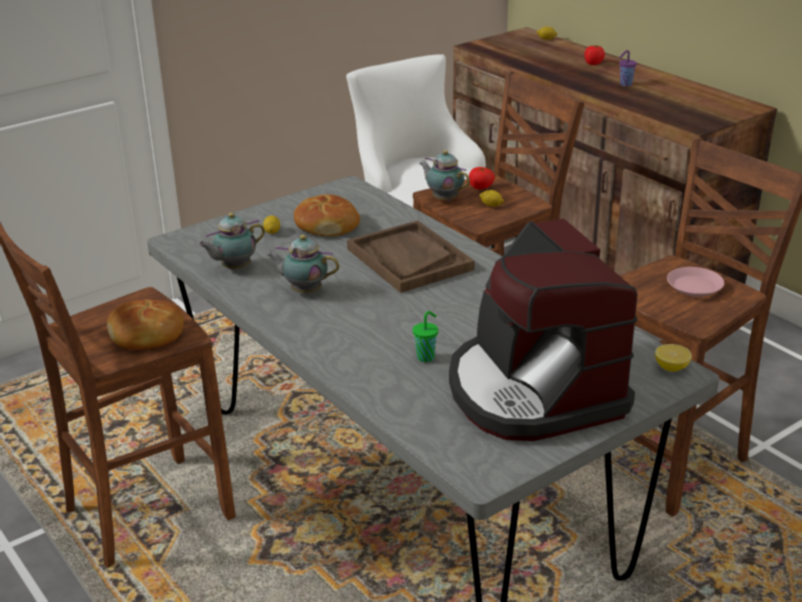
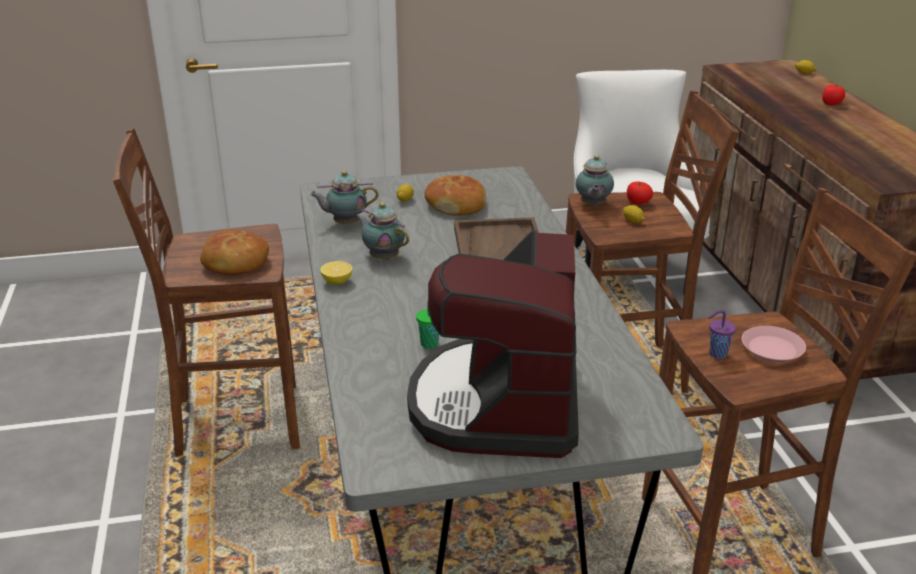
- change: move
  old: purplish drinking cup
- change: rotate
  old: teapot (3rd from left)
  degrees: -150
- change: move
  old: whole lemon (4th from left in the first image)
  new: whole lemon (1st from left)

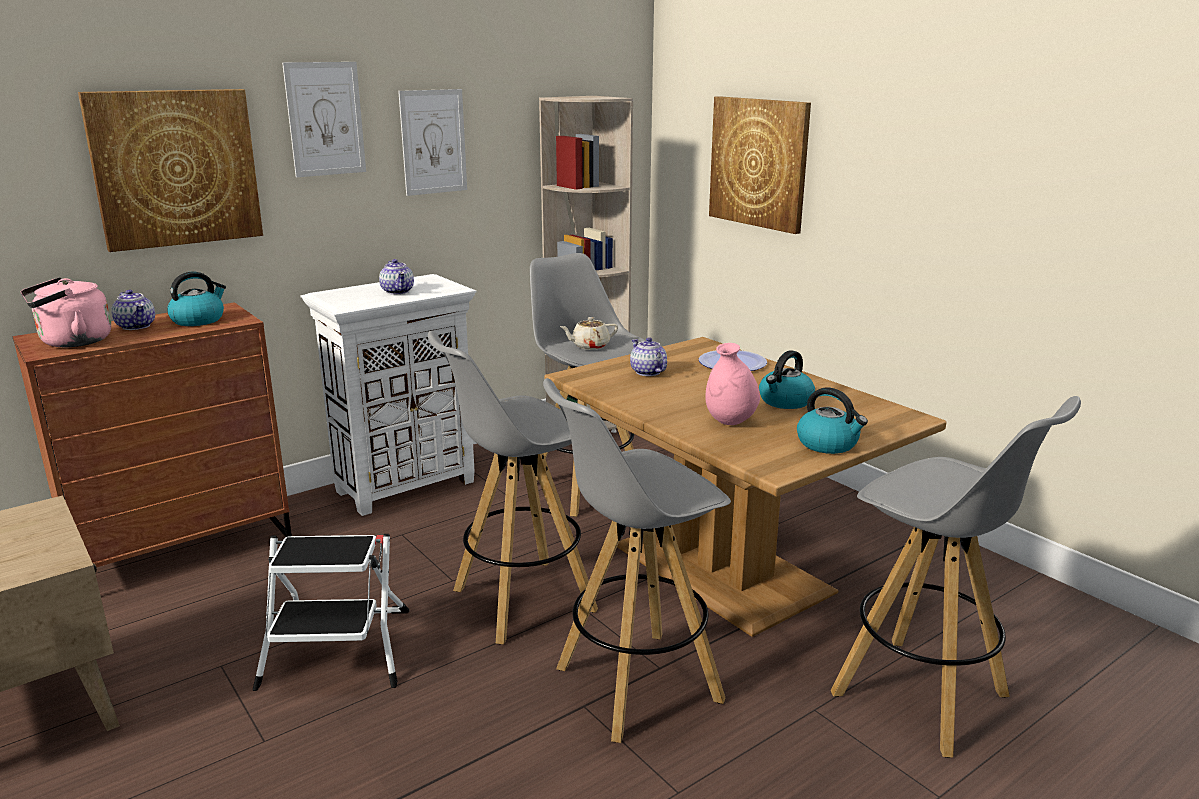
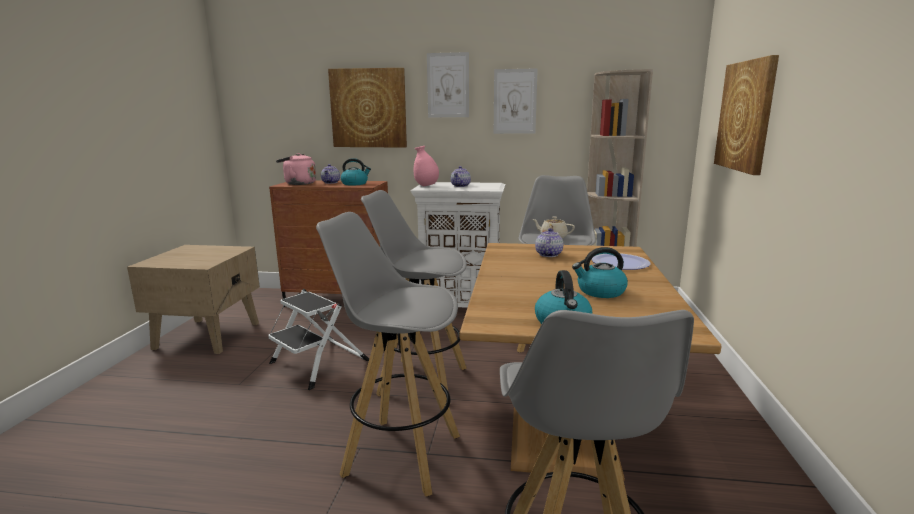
- change: move
  old: pinkish vase

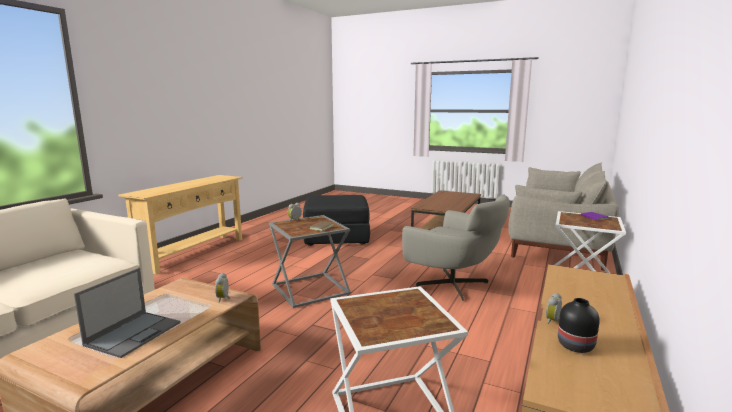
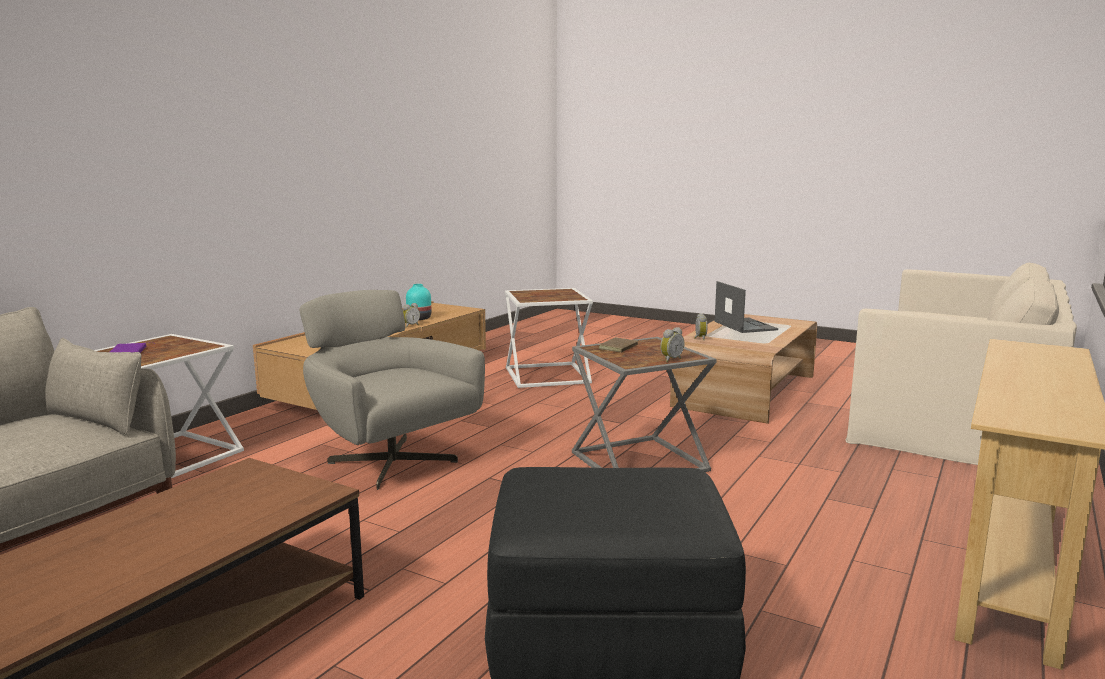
- change: rotate
  old: portable computer
  degrees: 135
- change: recolor
  old: black-coloured vase
  new: turquoise-coloured vase

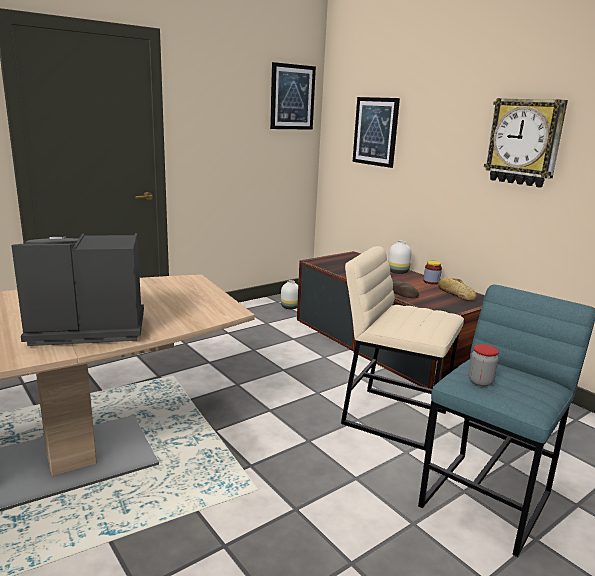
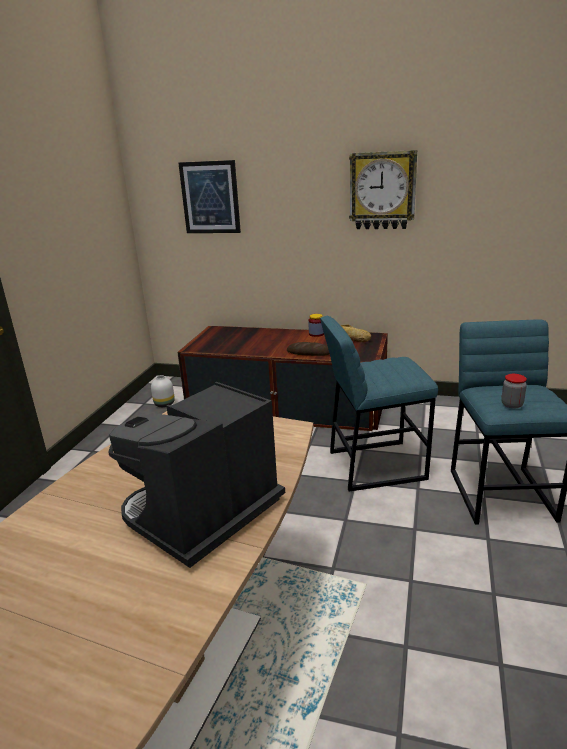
- change: delete
  old: wall picture (1st from left)
- change: delete
  old: whitish vase (2nd from left)
- change: recolor
  old: beige-coloured sitting stool
  new: blue sitting stool (1st from left)

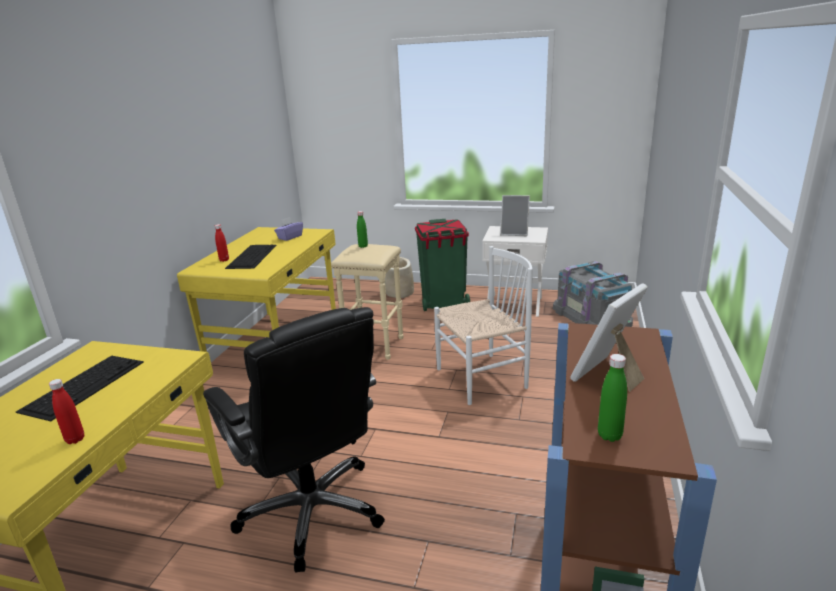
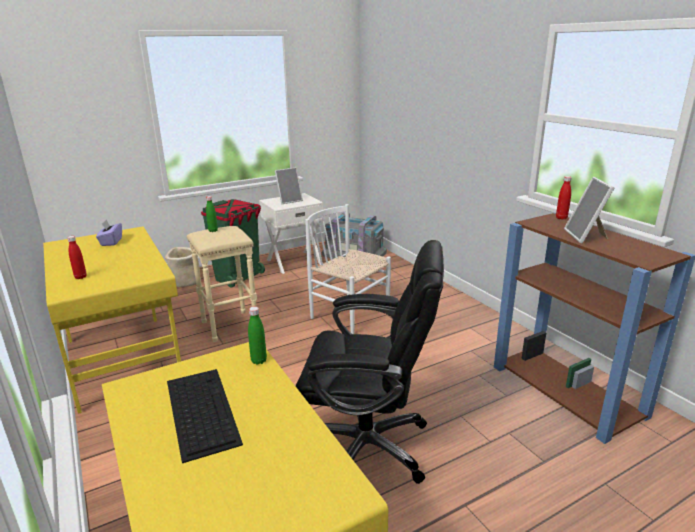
- change: delete
  old: PC keyboard (2nd from left)
- change: rotate
  old: whitish chair
  degrees: -75
- change: move
  old: greenish bottle (2nd from left)
- change: move
  old: reddish bottle (1st from left in the first image)
  new: reddish bottle (2nd from left)

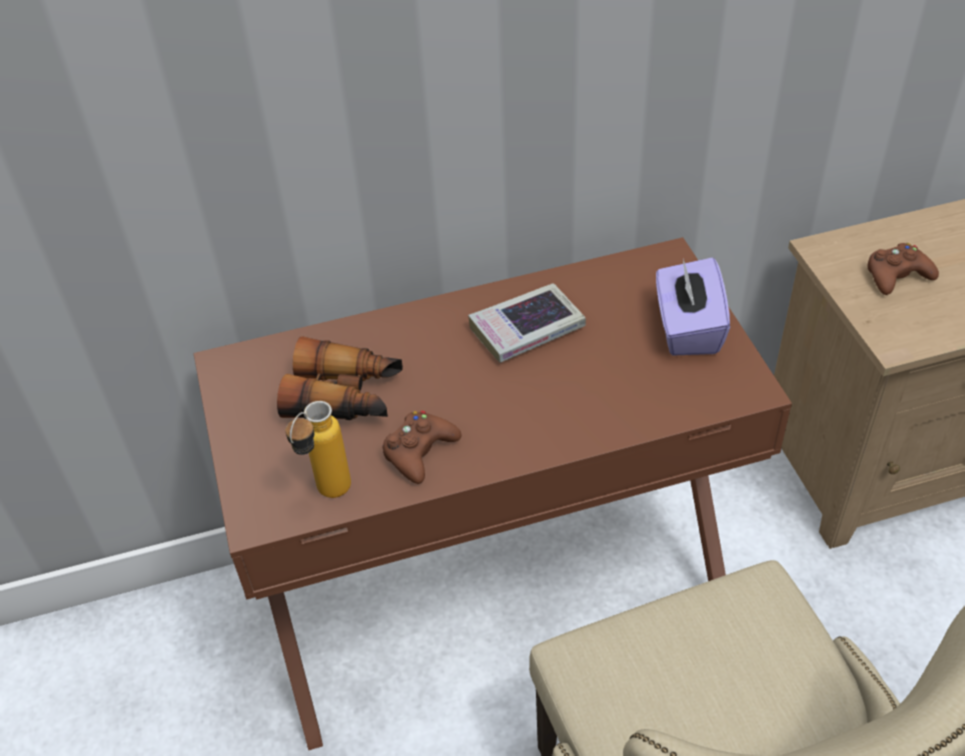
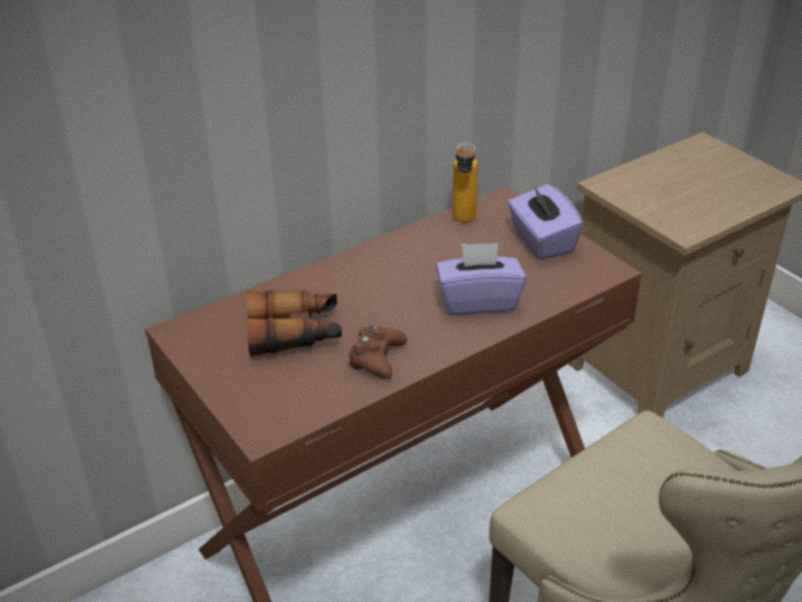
- change: delete
  old: brown joypad (2nd from left)
- change: delete
  old: bound book
- change: move
  old: bottle
- change: insert
  new: purplish tissue box (1st from left)

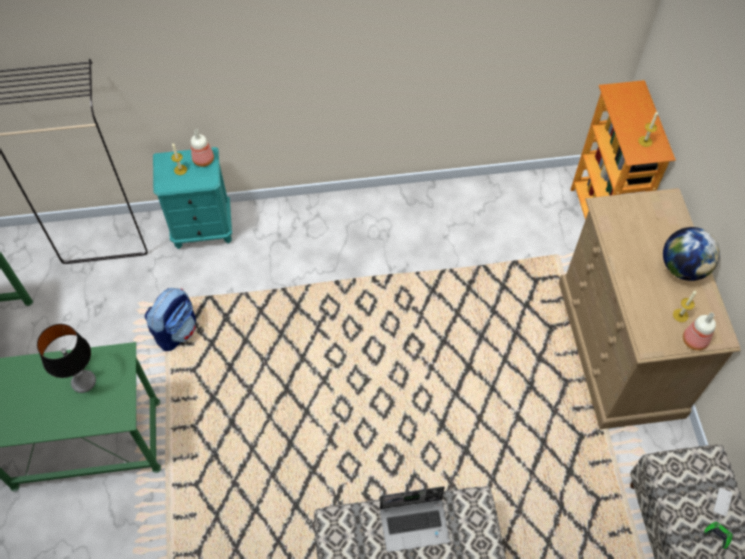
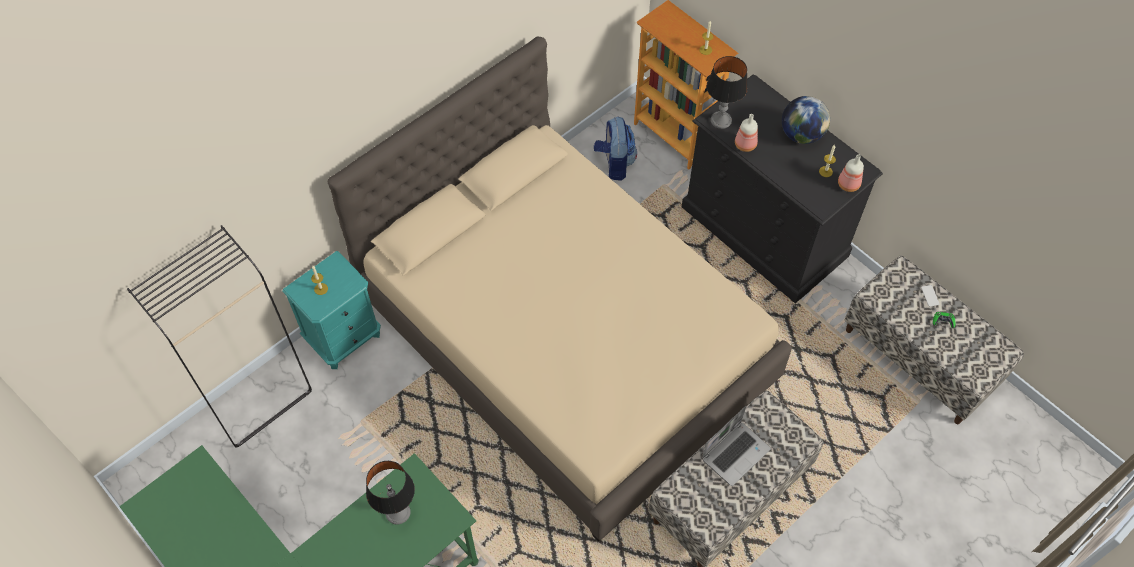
- change: move
  old: bottle (1st from left)
- change: recolor
  old: beige-coloured drawer chest
  new: black-coloured drawer chest
- change: move
  old: knapsack
- change: insert
  new: beige-coloured bed
- change: insert
  new: table lamp (2nd from left)

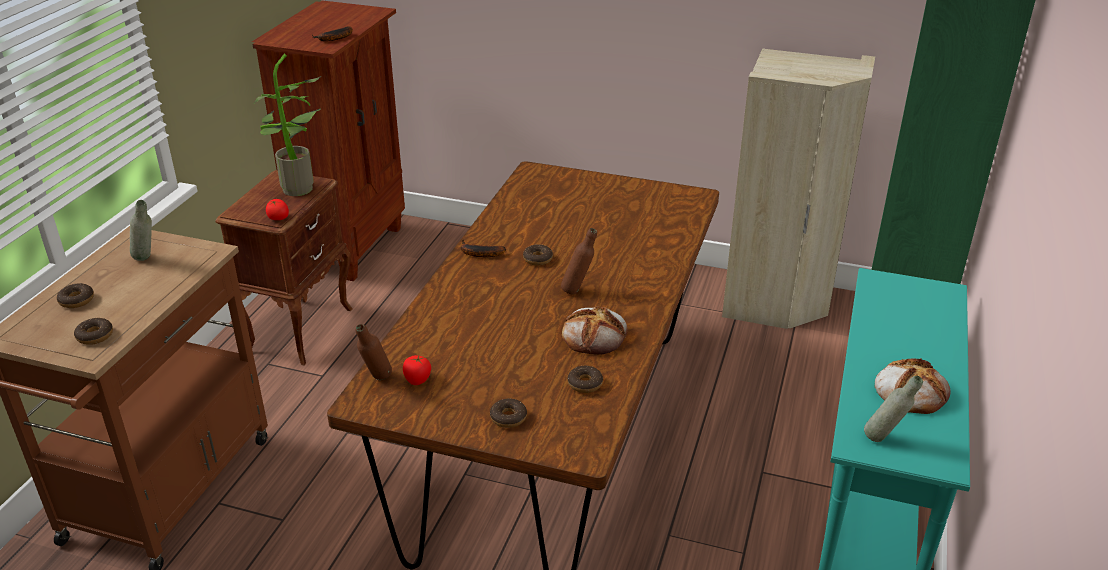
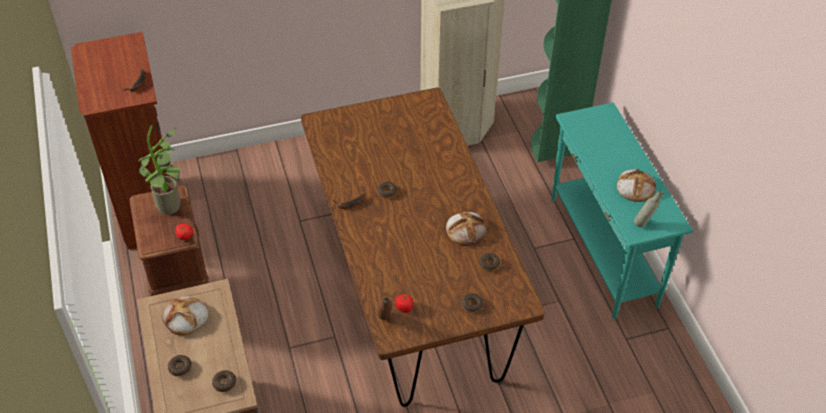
- change: replace
  old: greyish bottle (1st from left)
  new: baked bread (1st from left)
- change: delete
  old: brown bottle (2nd from left)

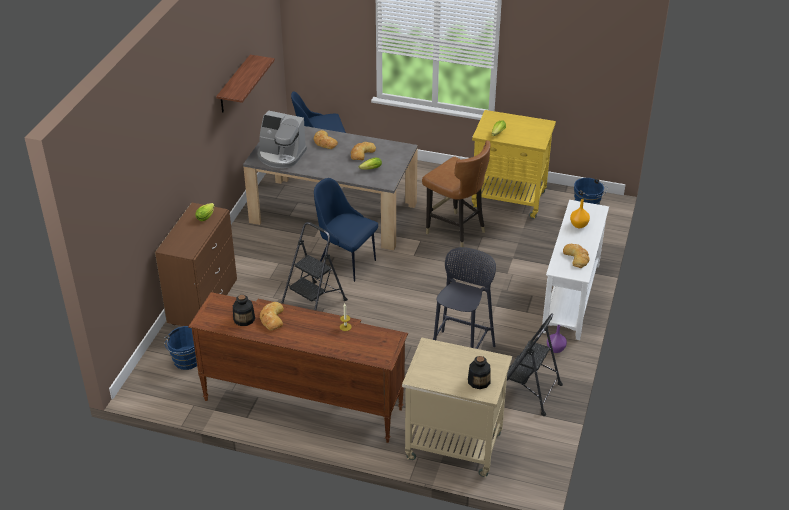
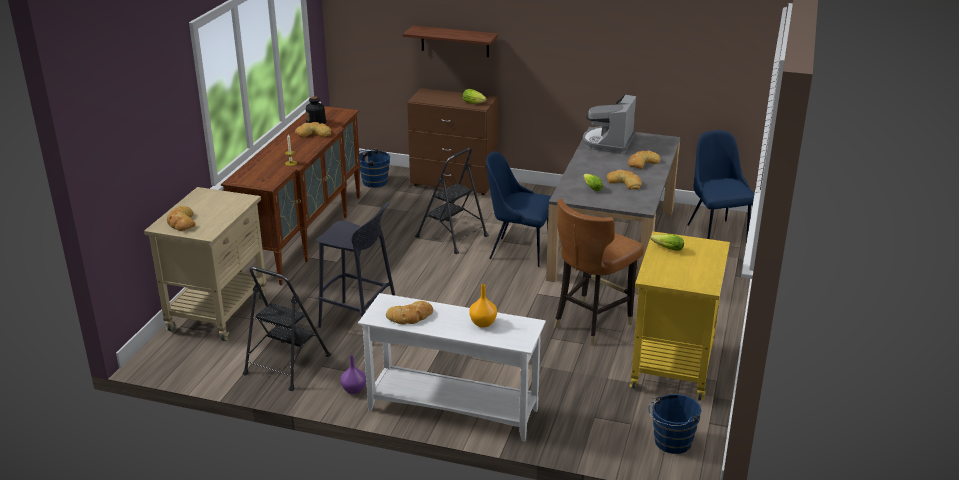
- change: move
  old: wall shelf
- change: rotate
  old: blue chair (2nd from left in the first image)
  degrees: -105
- change: replace
  old: bottle (2nd from left)
  new: baked bread (1st from left)

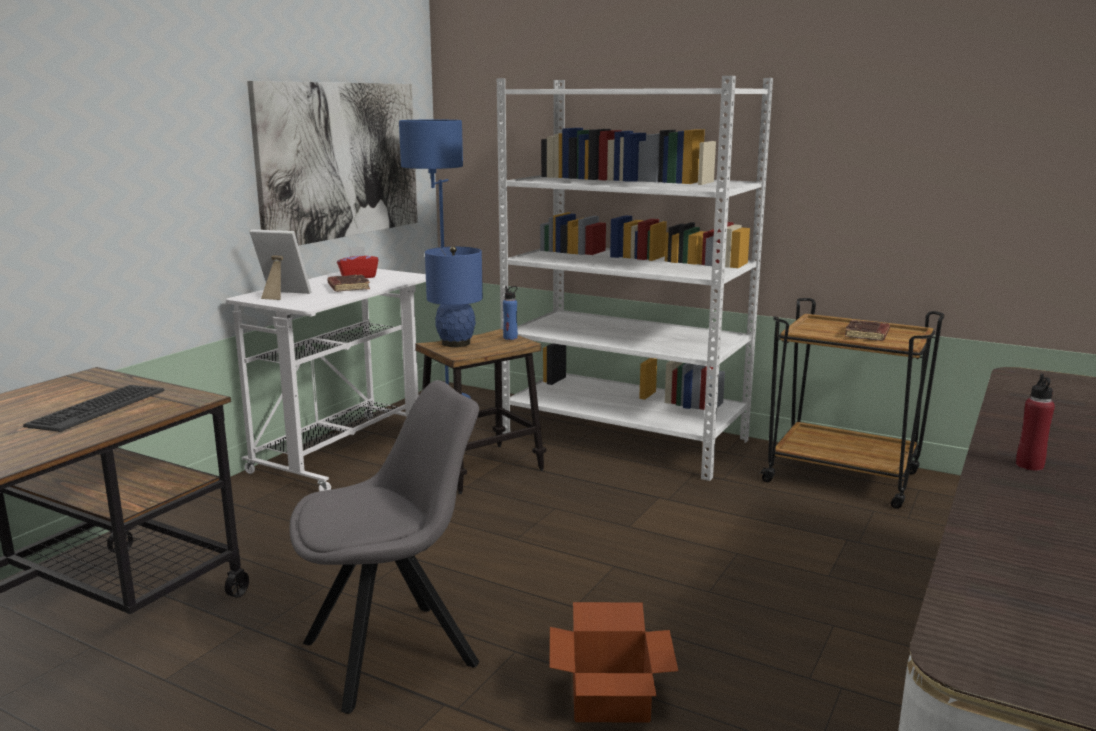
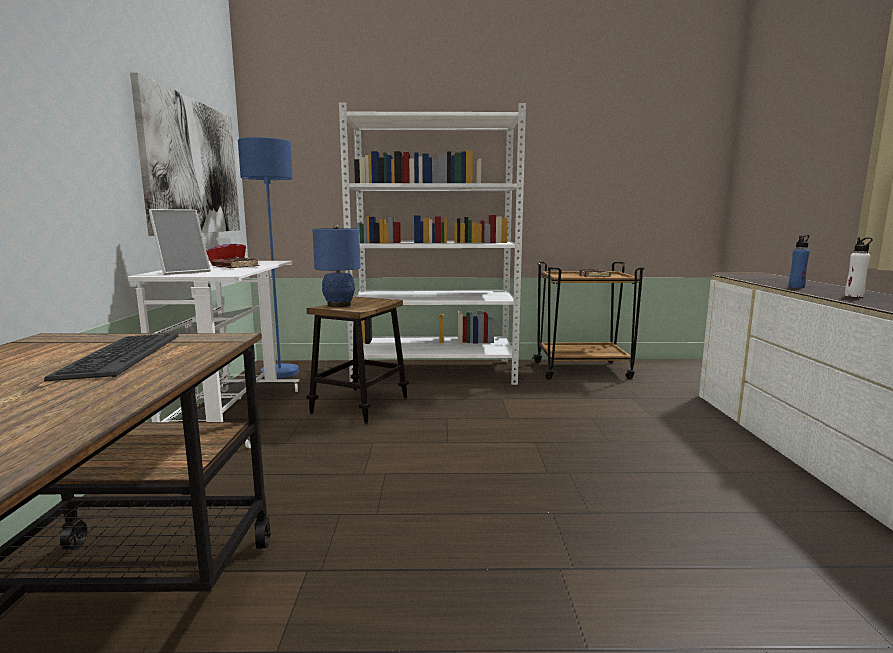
- change: rotate
  old: standing frame
  degrees: 150
- change: move
  old: blue bottle
- change: recolor
  old: reddish bottle
  new: whitish bottle
- change: delete
  old: greyish chair
- change: delete
  old: carton

